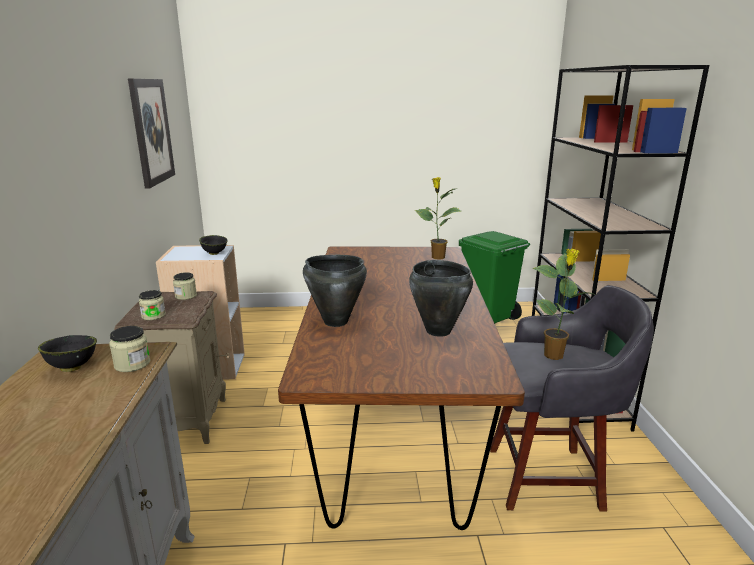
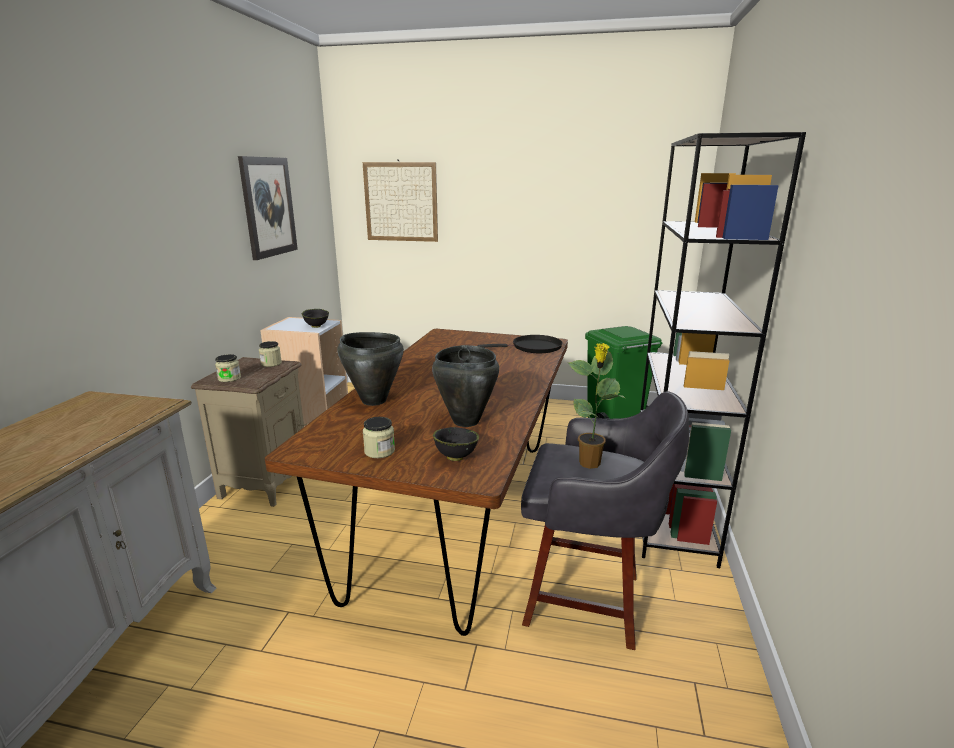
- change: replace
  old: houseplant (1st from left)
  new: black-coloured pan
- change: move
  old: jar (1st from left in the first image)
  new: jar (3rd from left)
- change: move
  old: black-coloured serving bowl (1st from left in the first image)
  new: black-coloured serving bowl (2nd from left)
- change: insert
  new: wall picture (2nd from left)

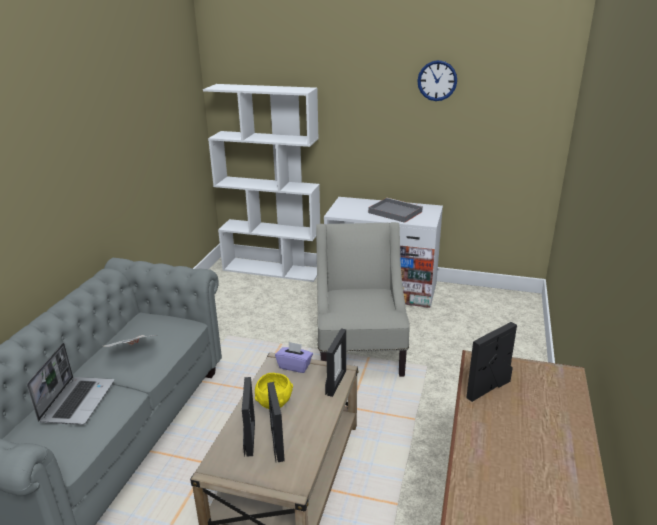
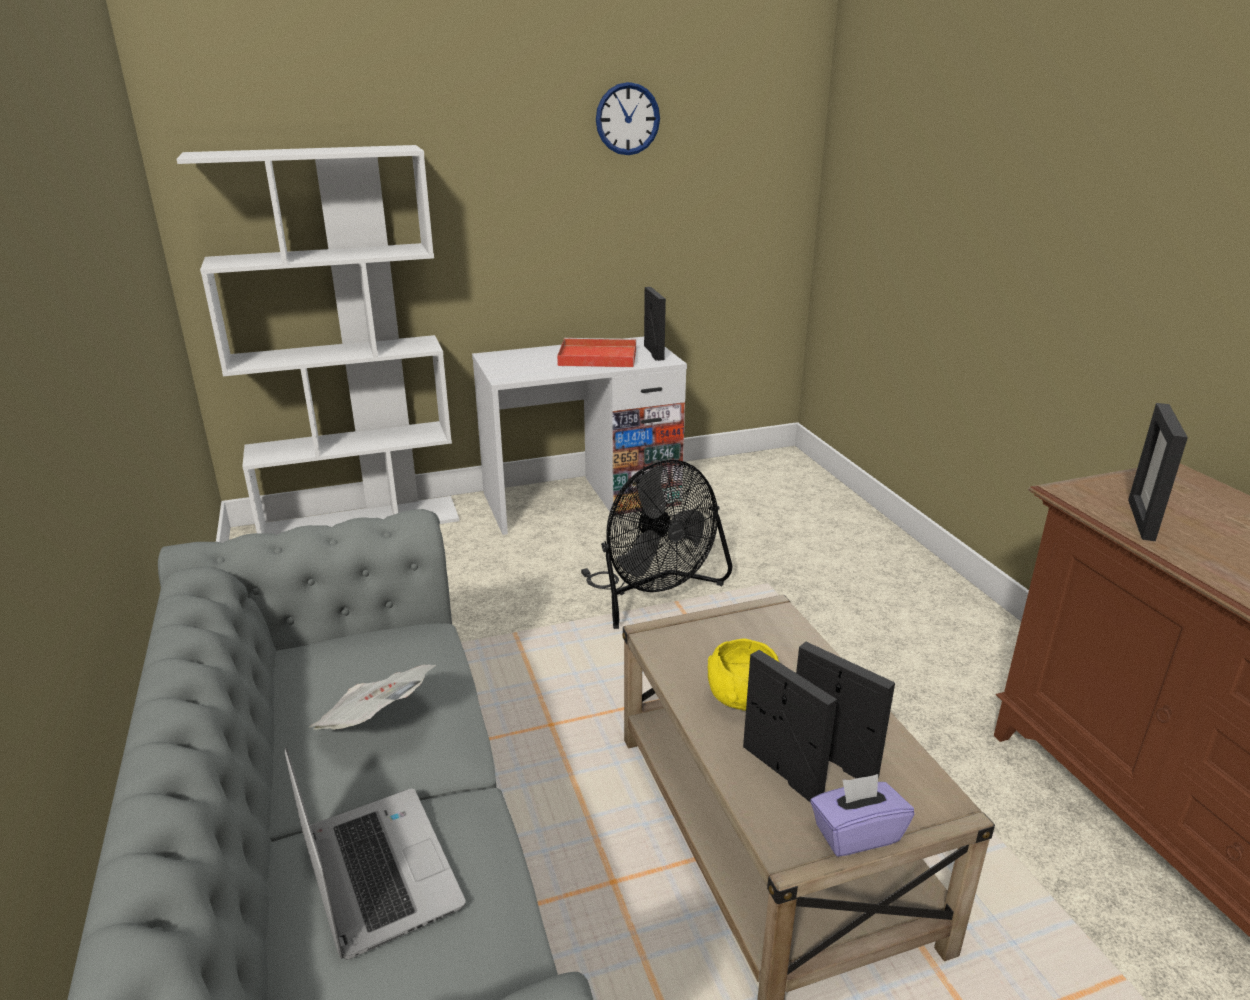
- change: recolor
  old: greyish tray
  new: reddish tray
- change: replace
  old: greyish lounge chair
  new: black-coloured electric fan
- change: move
  old: standing frame (3rd from left in the first image)
  new: standing frame (1st from left)
- change: move
  old: purplish tissue box

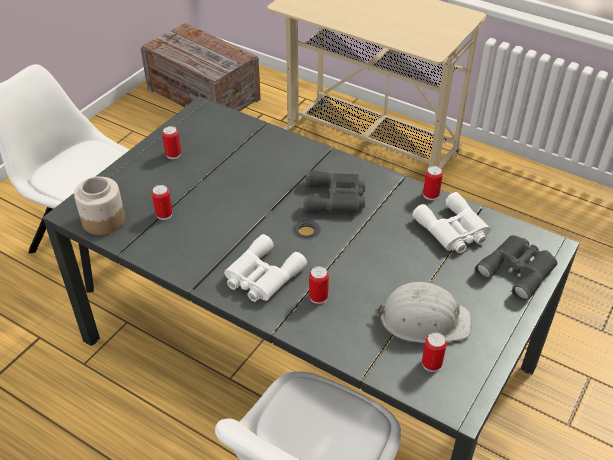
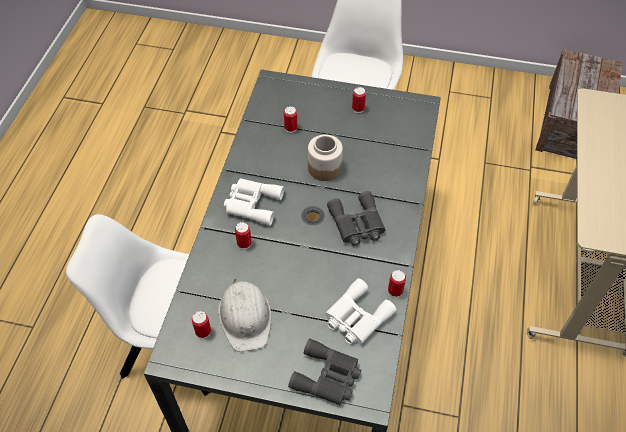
- change: move
  old: jar

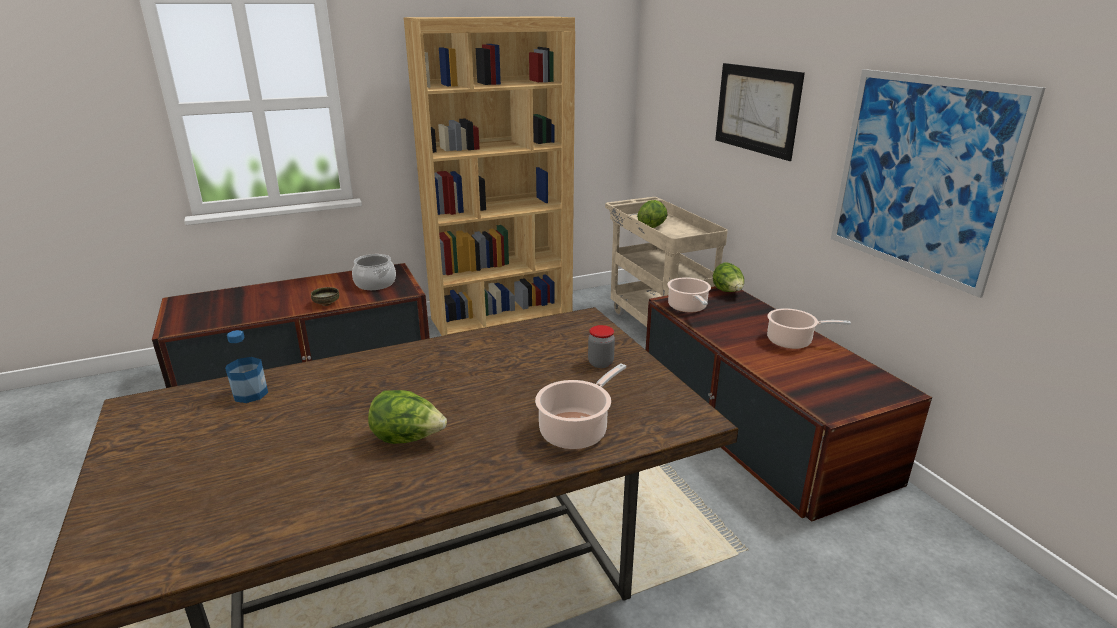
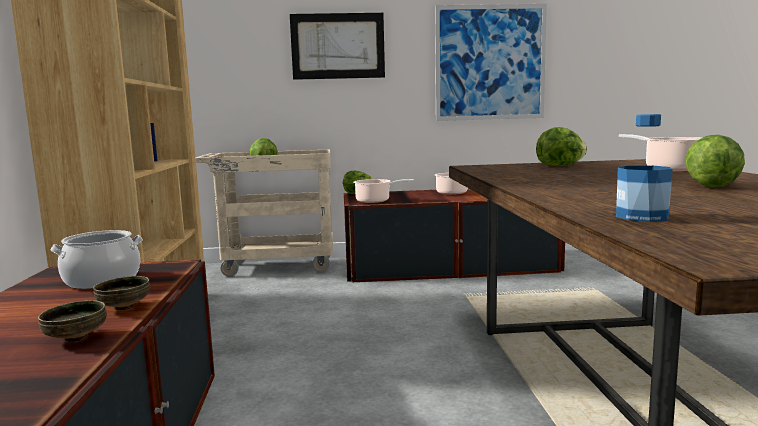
- change: replace
  old: jar
  new: head of lettuce (3rd from left)
- change: insert
  new: serving bowl (1st from left)

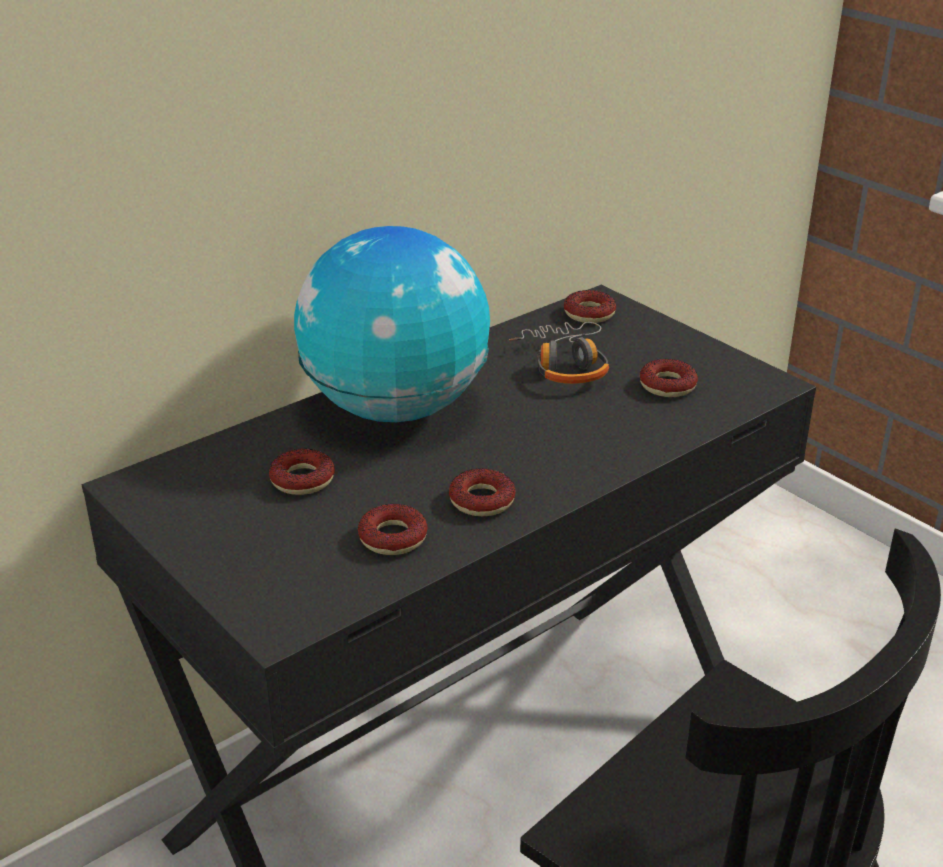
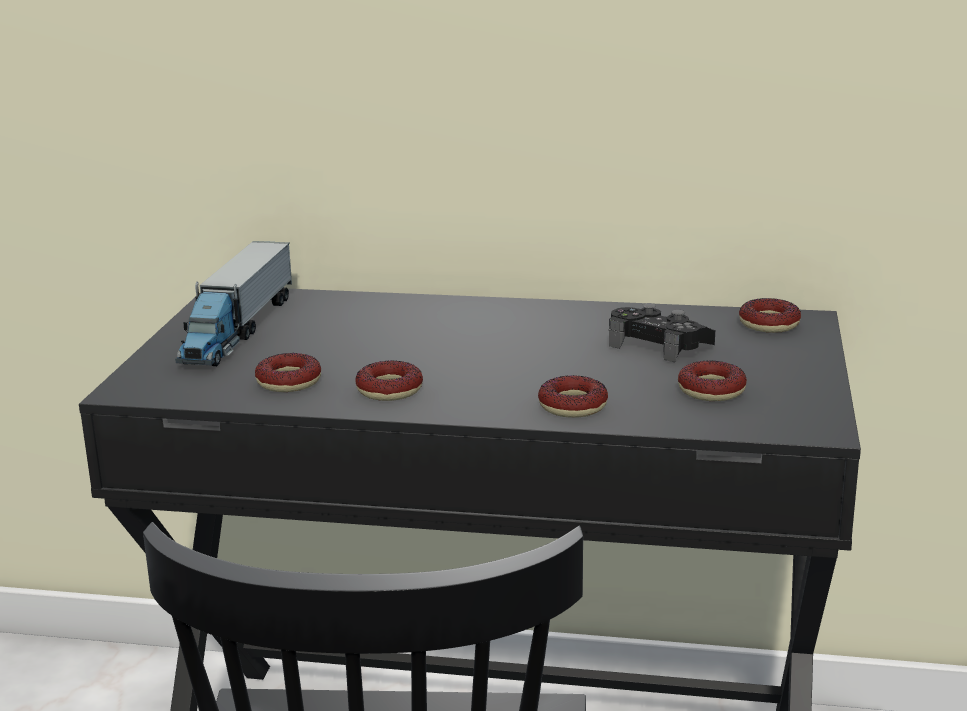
- change: delete
  old: world globe
- change: replace
  old: headphones
  new: black-coloured joypad
- change: move
  old: doughnut (1st from left in the first image)
  new: doughnut (3rd from left)
- change: insert
  new: model truck

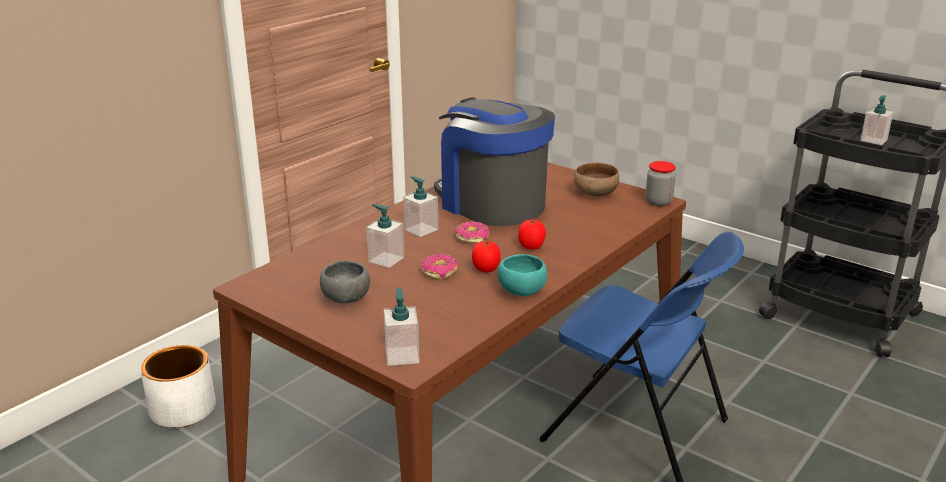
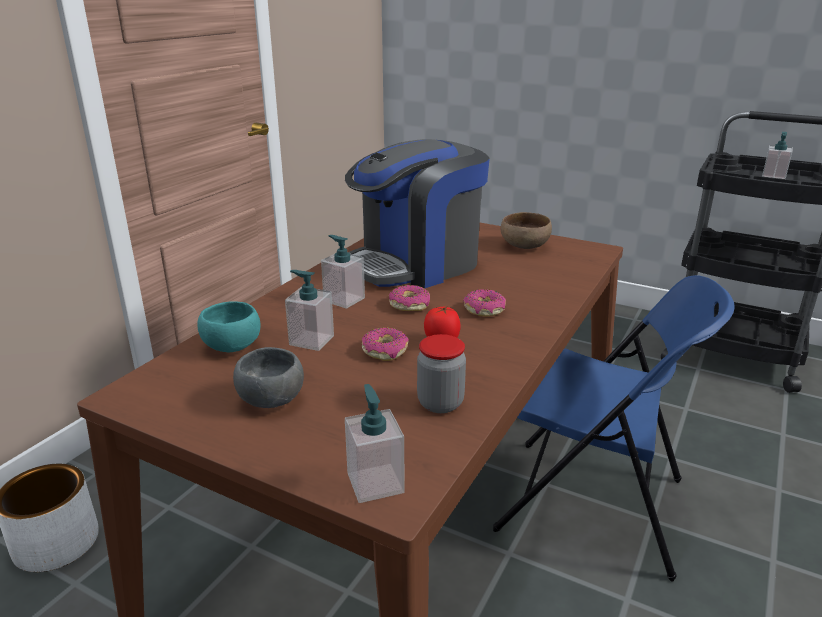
- change: rotate
  old: coffee maker
  degrees: -75
- change: move
  old: jar
- change: replace
  old: tomato (2nd from left)
  new: doughnut (3rd from left)
- change: move
  old: turquoise-coloured serving bowl

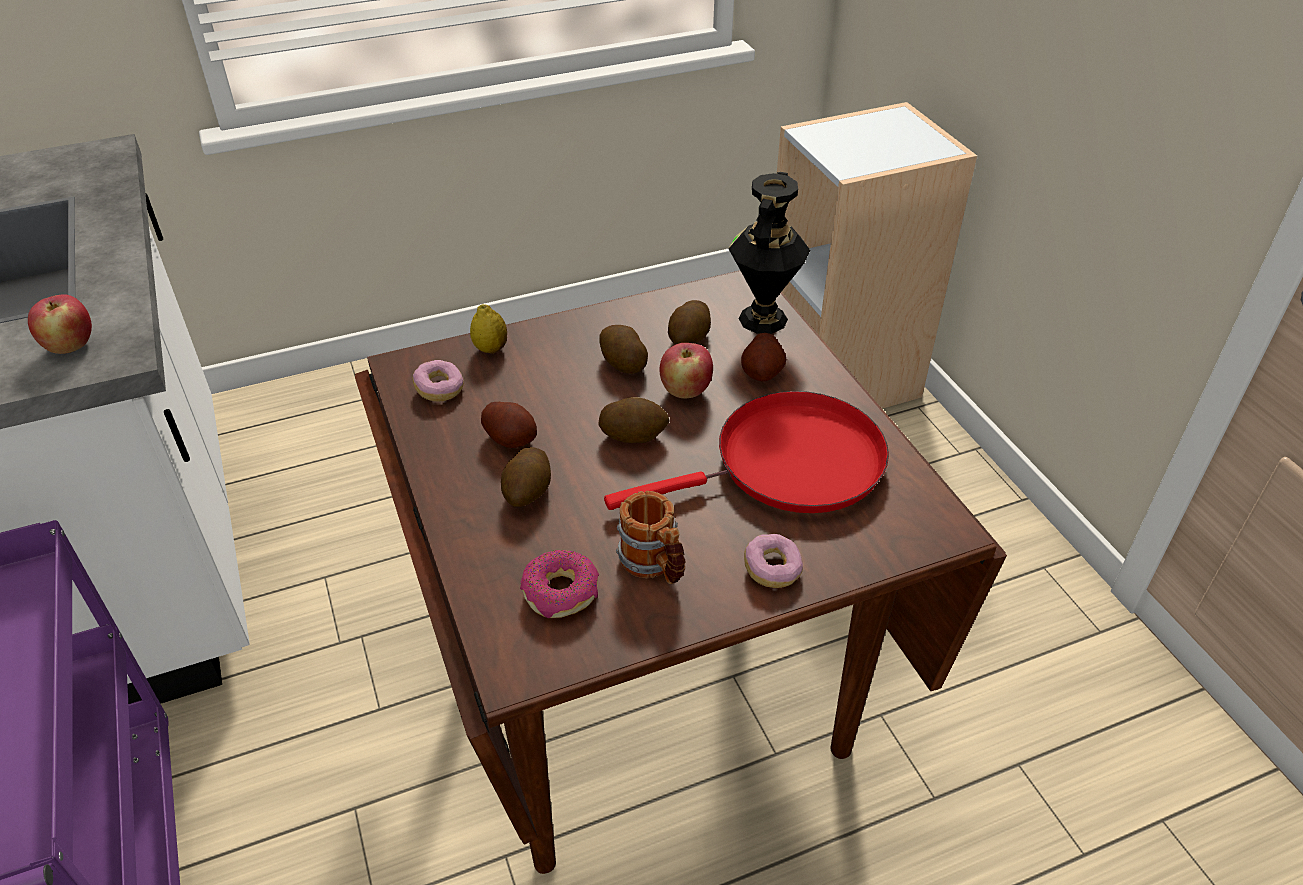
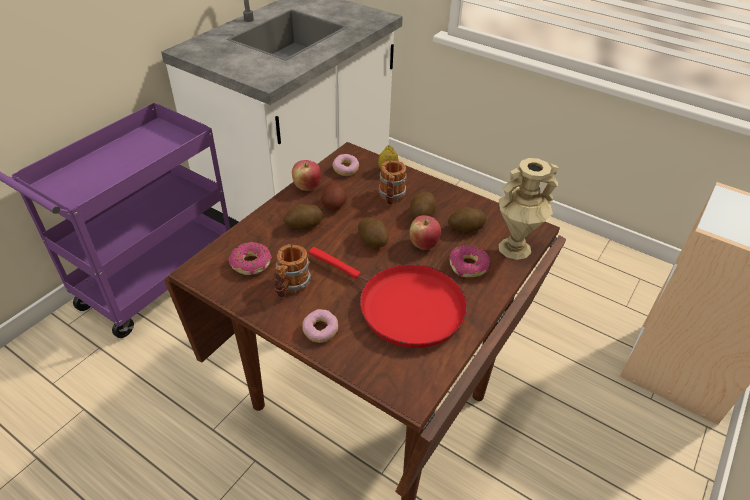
- change: recolor
  old: black-coloured vase
  new: beige-coloured vase
- change: move
  old: apple (1st from left)
- change: replace
  old: whole potato (6th from left)
  new: doughnut (4th from left)
- change: insert
  new: tea mug (2nd from left)

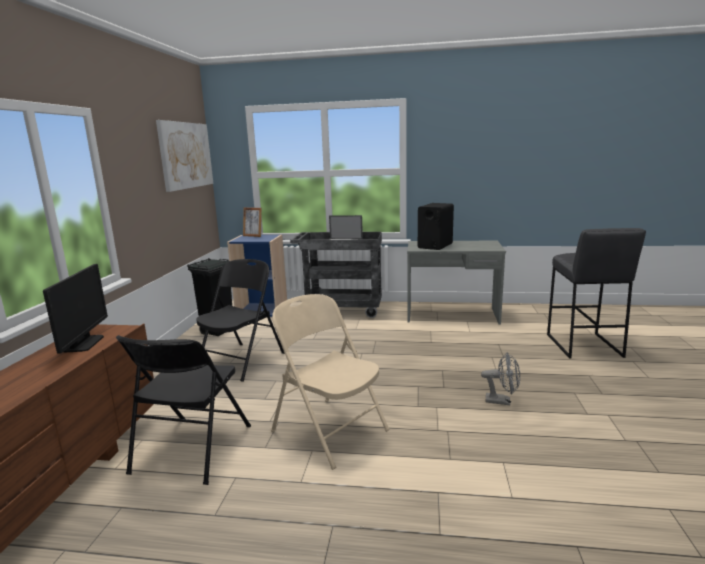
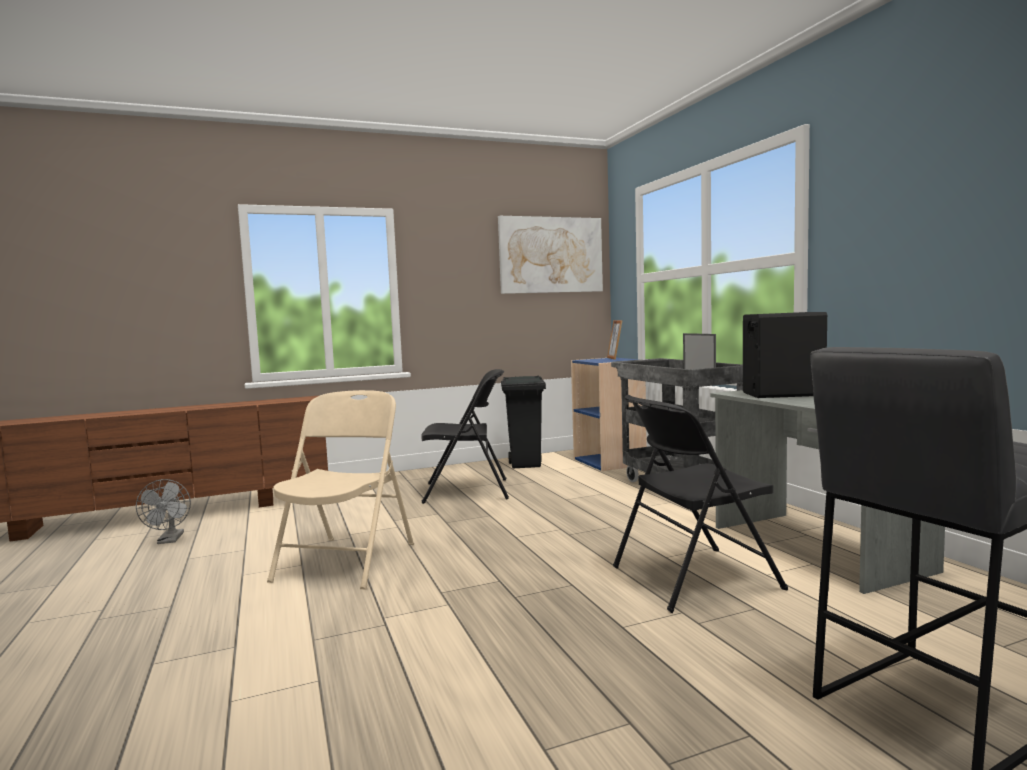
- change: delete
  old: computer screen
- change: move
  old: black-coloured chair (1st from left in the first image)
  new: black-coloured chair (2nd from left)
- change: move
  old: greyish electric fan

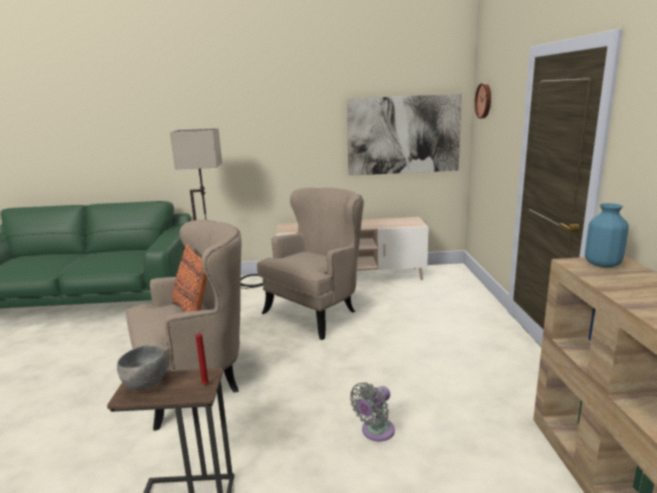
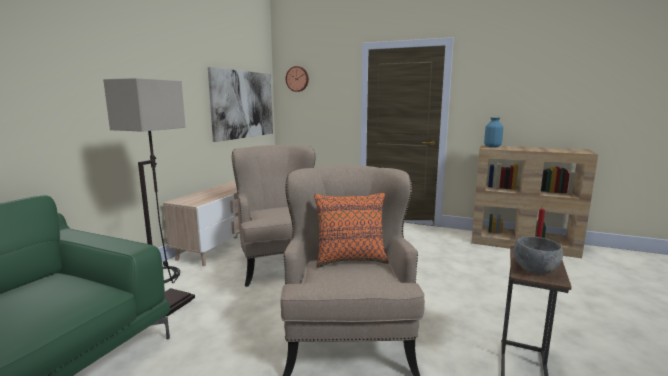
- change: delete
  old: greyish electric fan

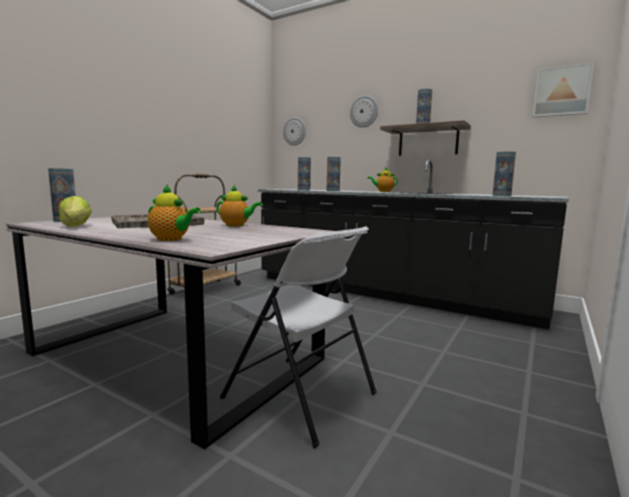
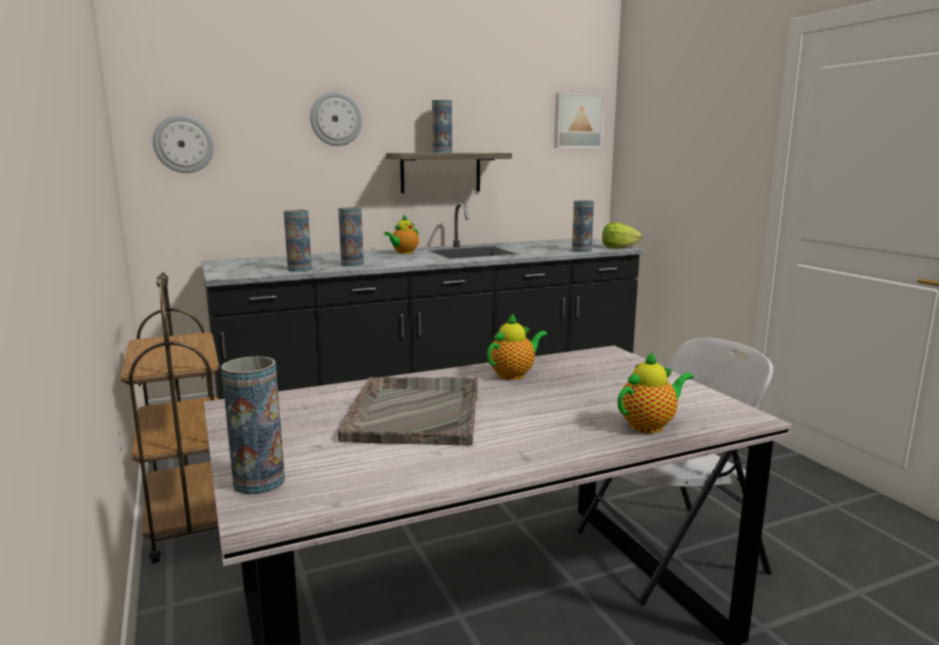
- change: move
  old: head of lettuce

